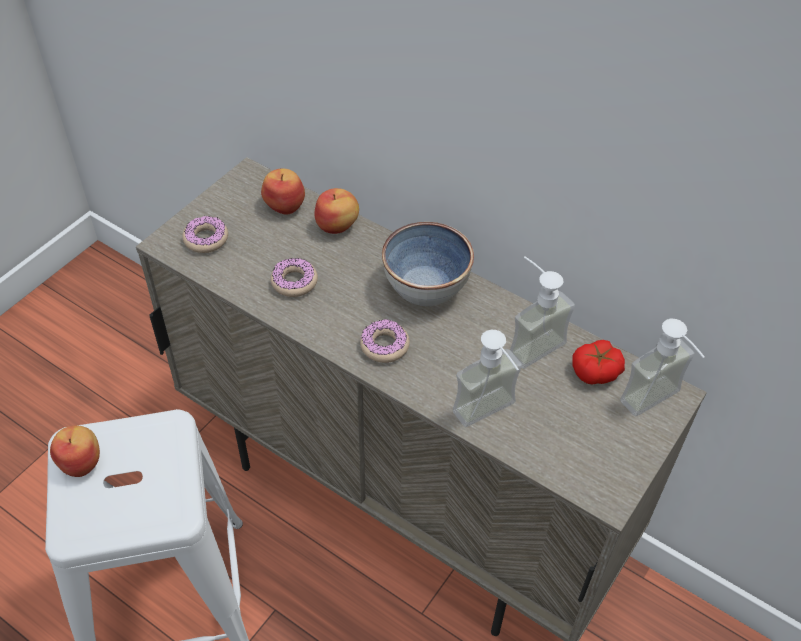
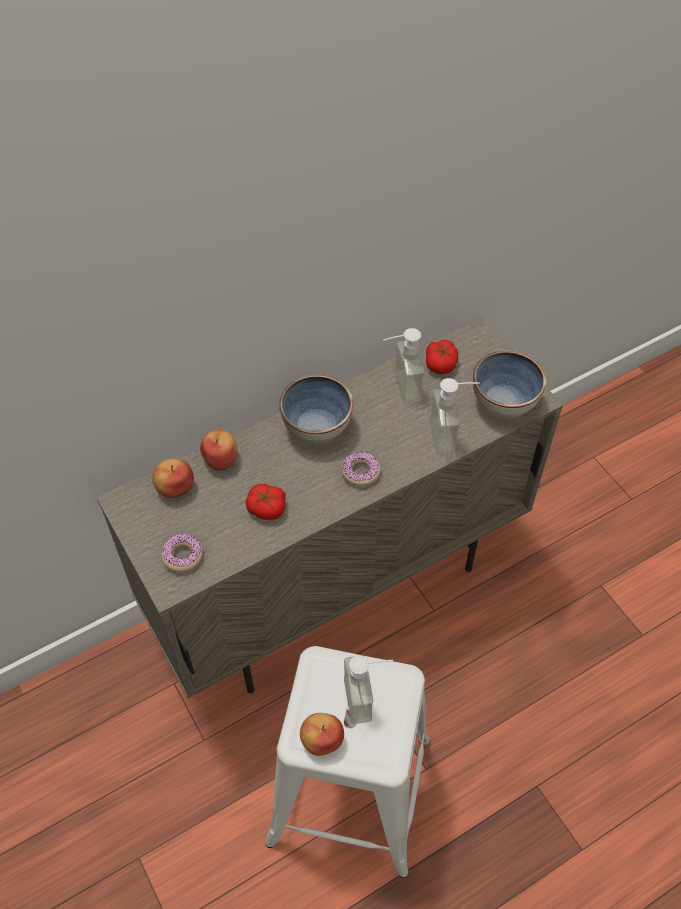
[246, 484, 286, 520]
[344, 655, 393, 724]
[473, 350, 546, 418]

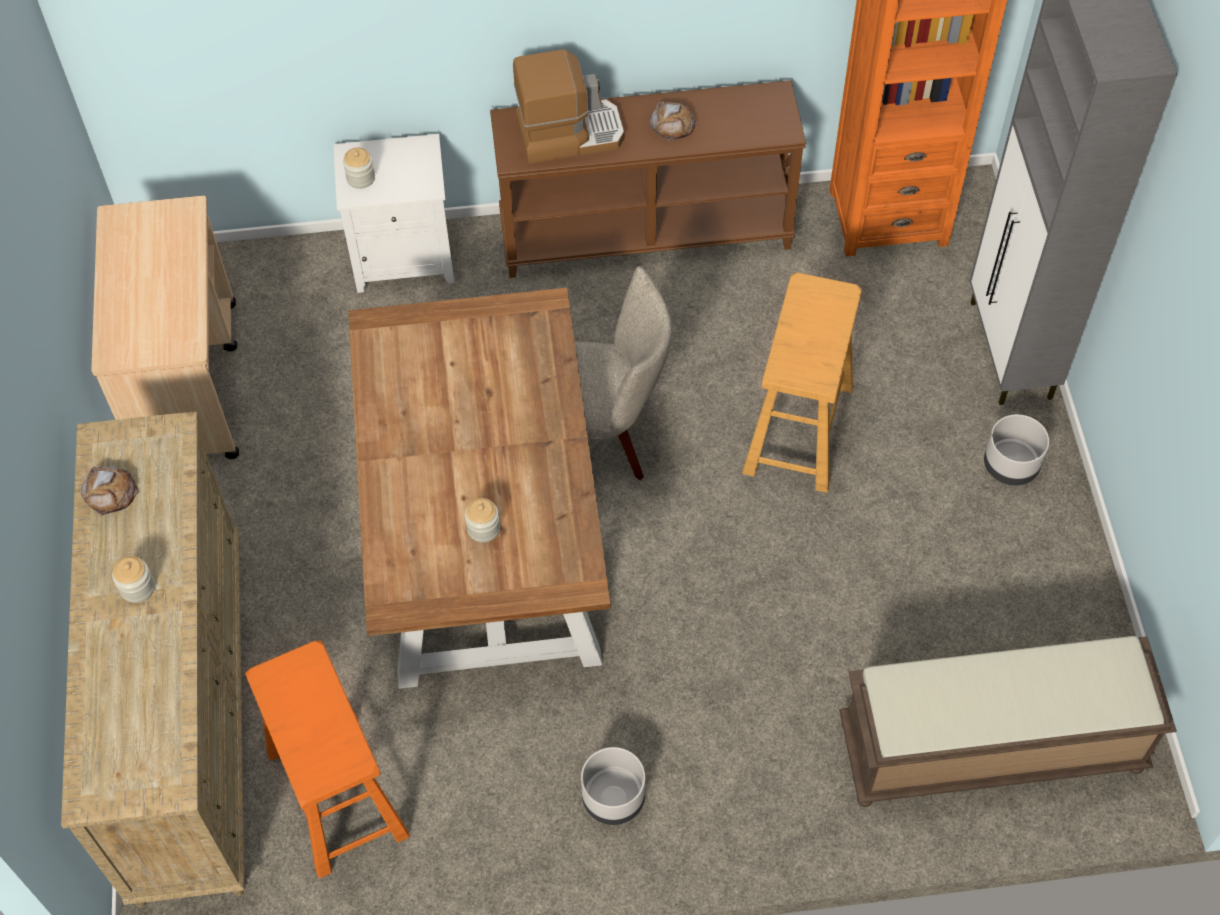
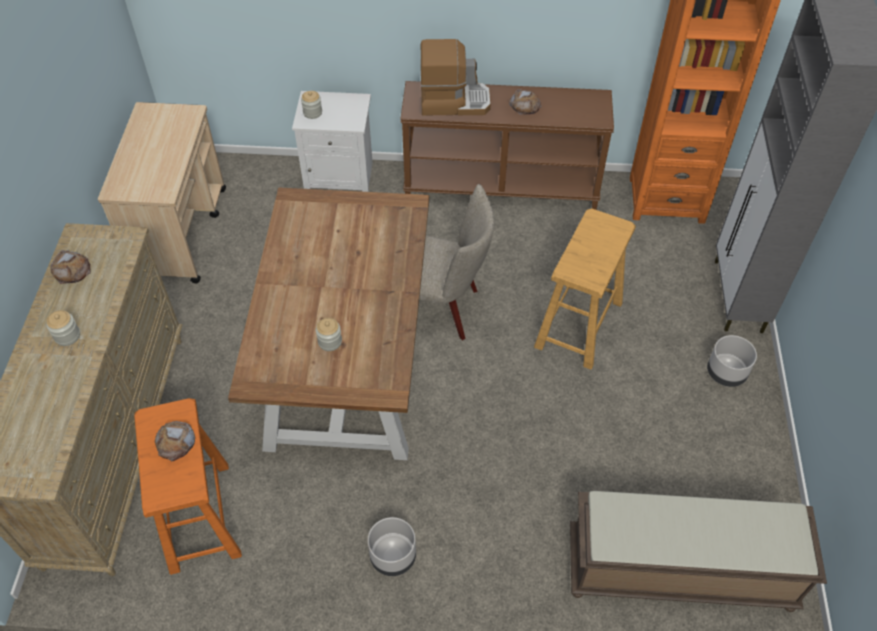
[155, 421, 195, 461]

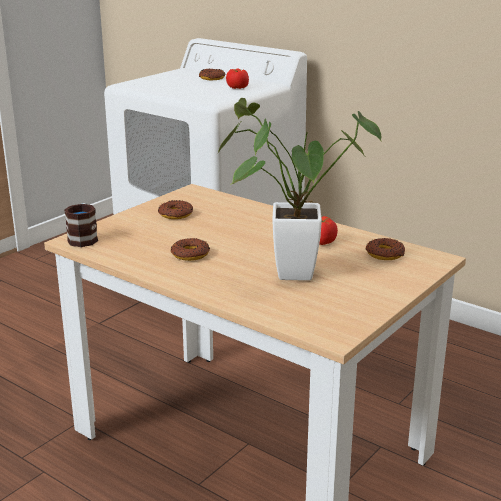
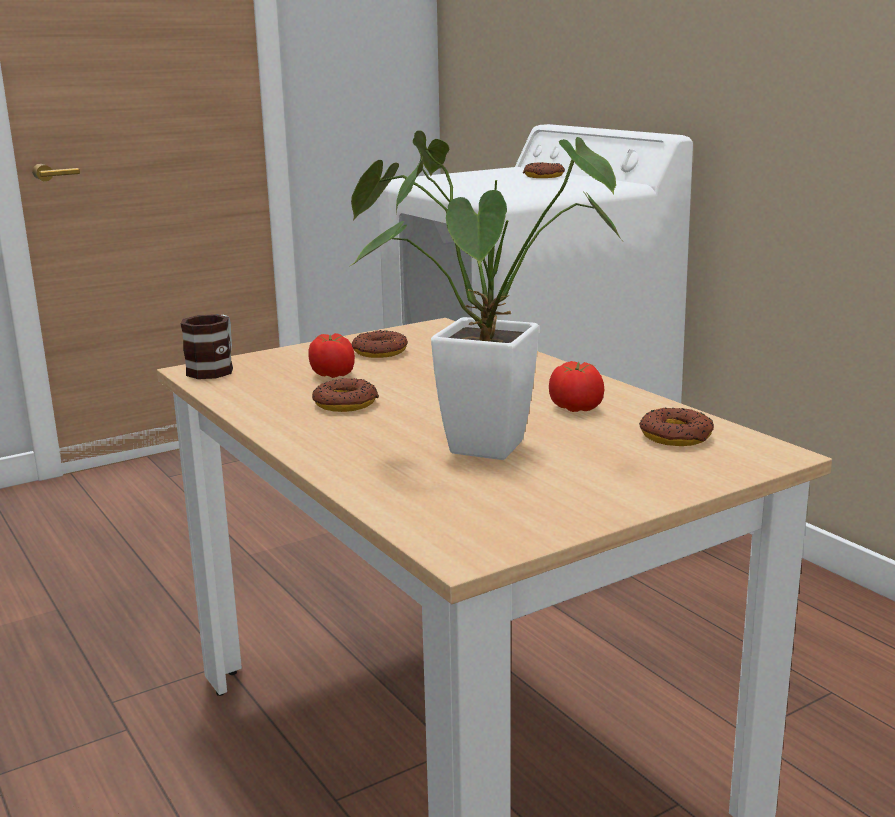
[308, 333, 355, 378]

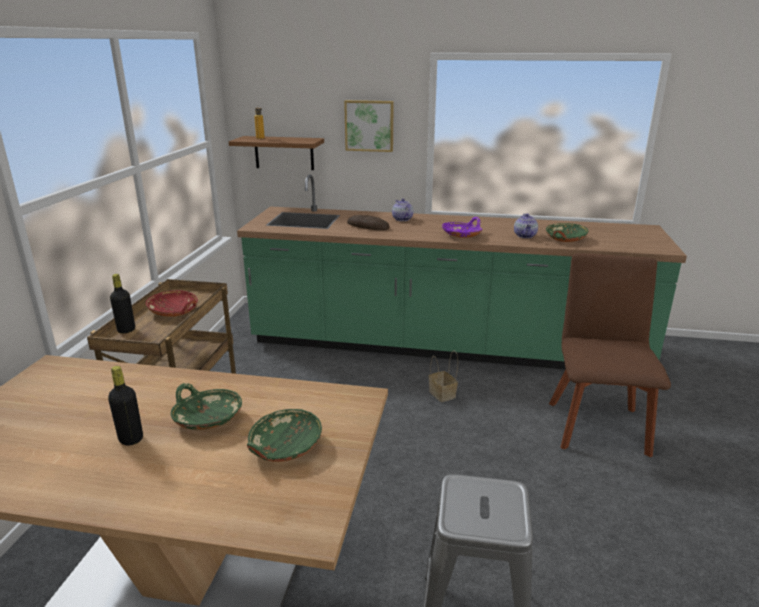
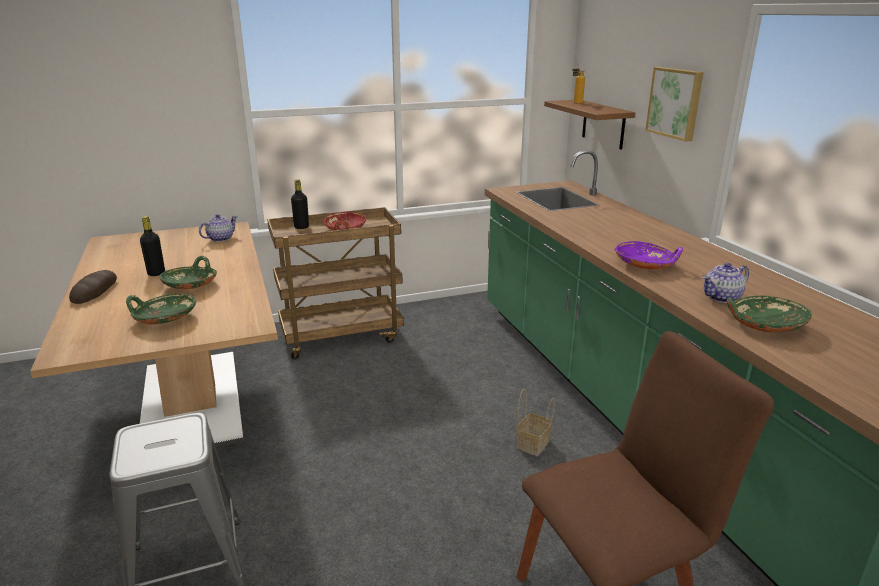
[199, 214, 238, 242]
[69, 270, 117, 304]

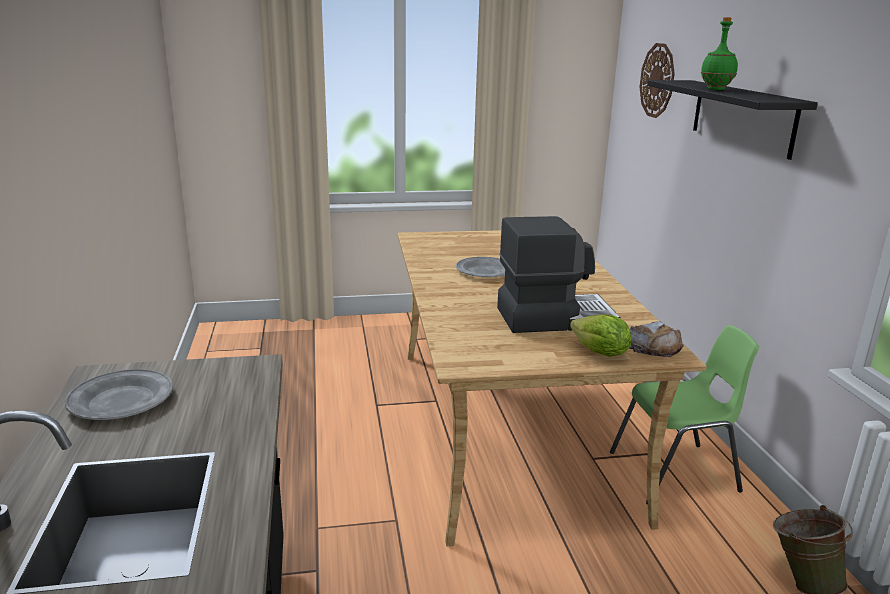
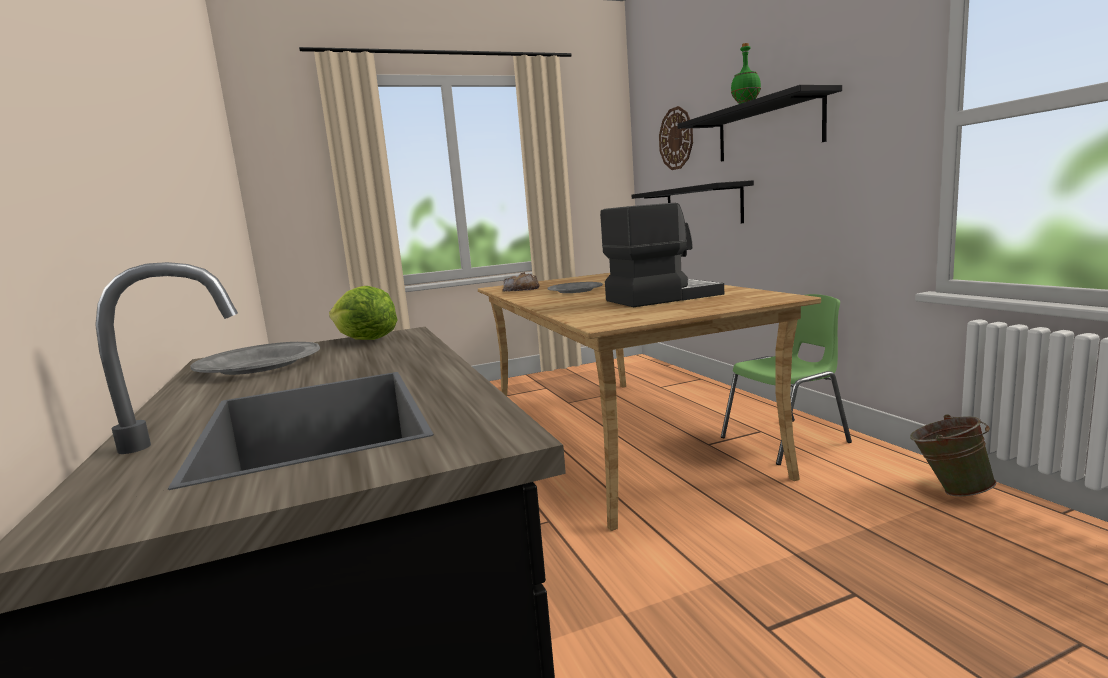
[329, 286, 398, 340]
[502, 272, 540, 291]
[632, 180, 754, 223]

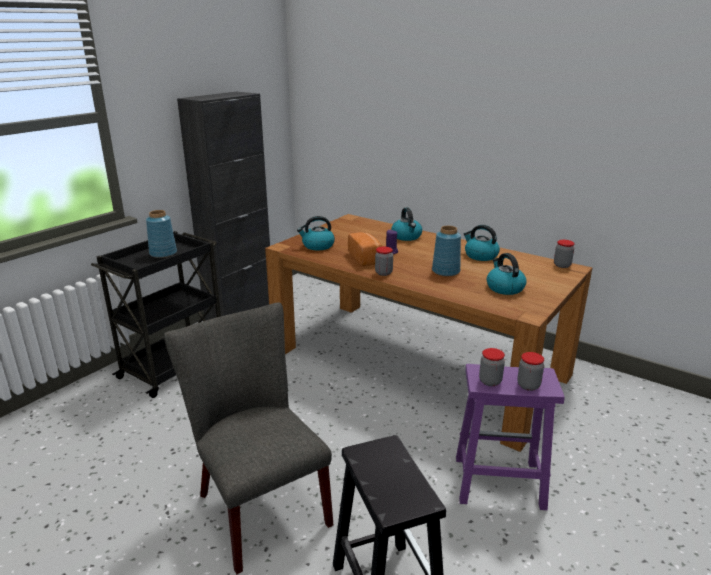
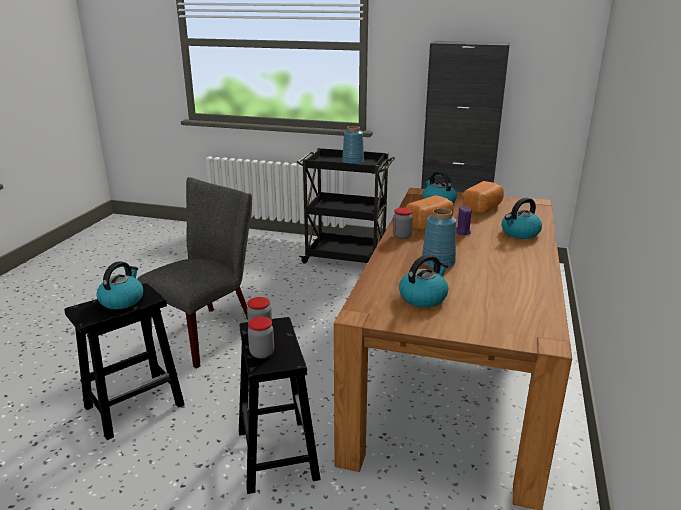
[96, 261, 143, 309]
[554, 240, 575, 268] (first image)
[239, 317, 321, 494]
[463, 181, 504, 213]

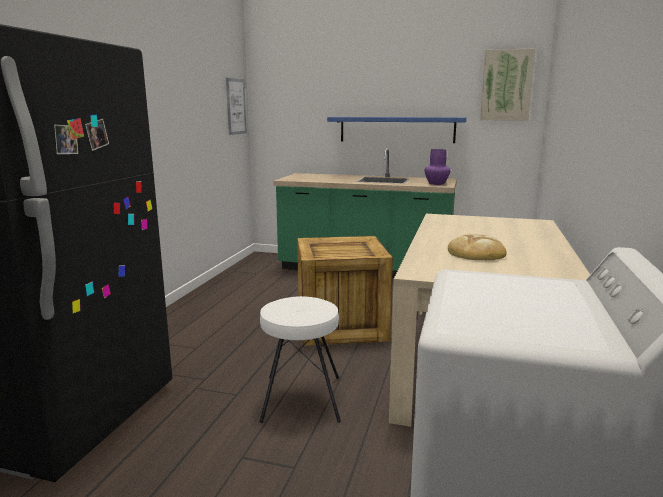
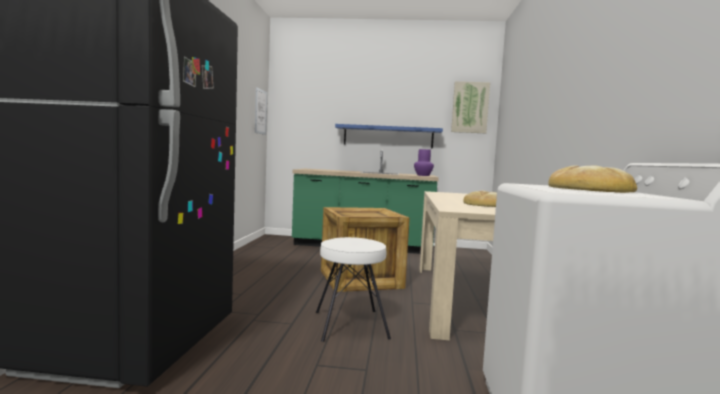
[548, 165, 637, 193]

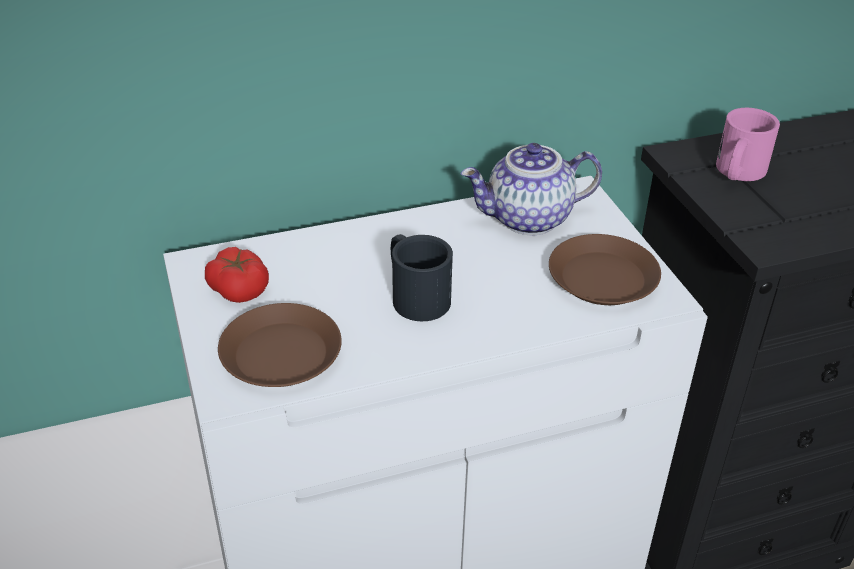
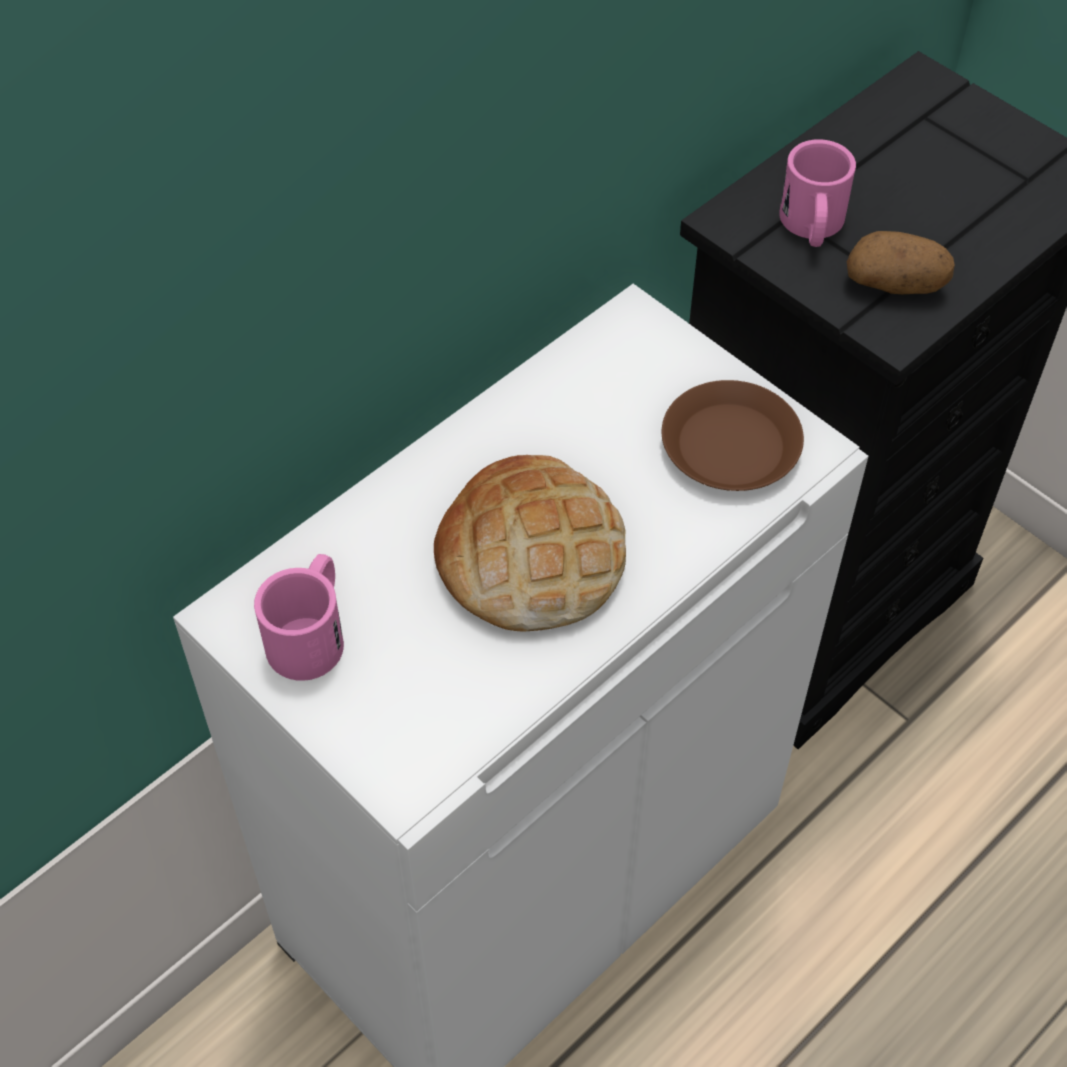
[461, 143, 602, 235] (first image)
[434, 455, 626, 631]
[254, 554, 344, 681]
[218, 303, 342, 387] (first image)
[847, 231, 955, 294]

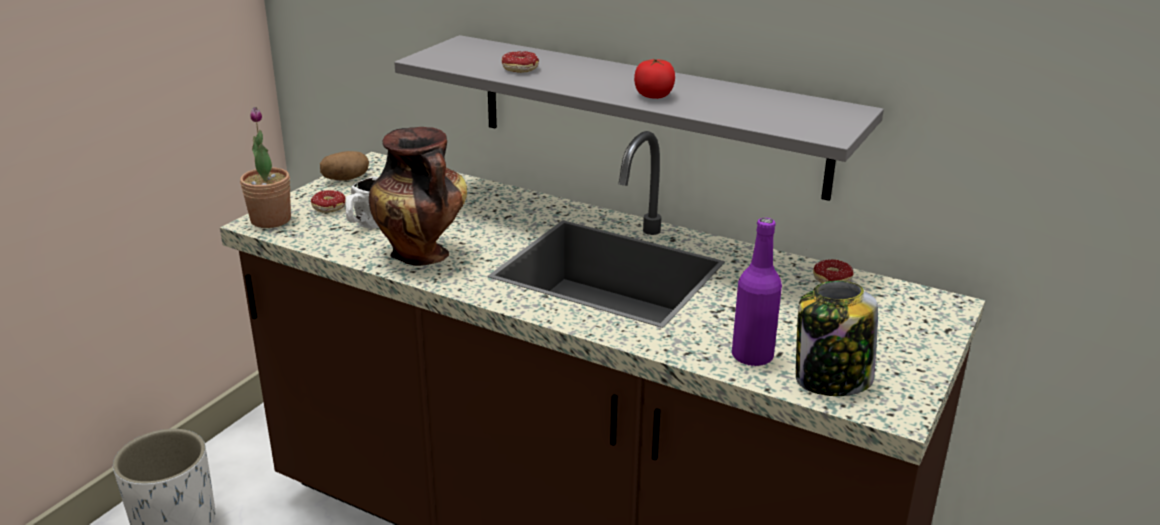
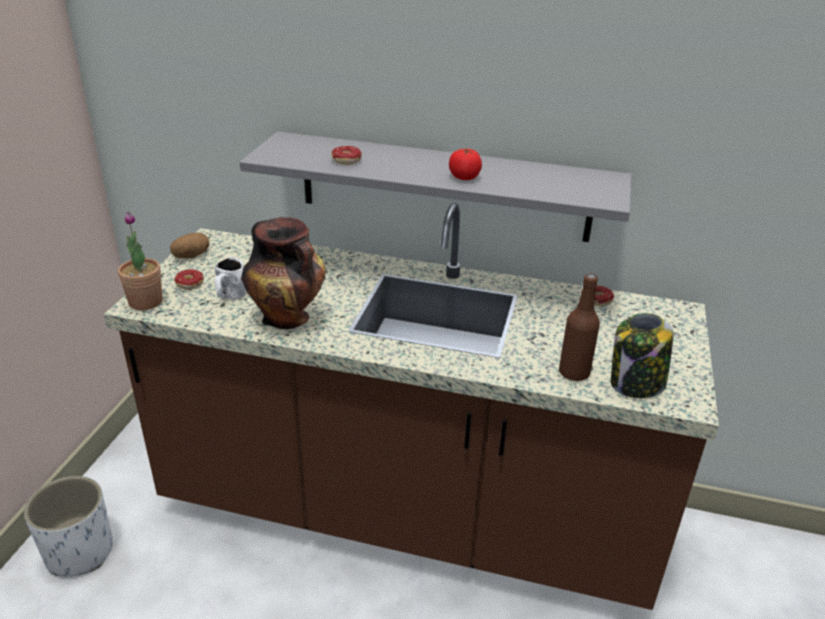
[559, 274, 600, 381]

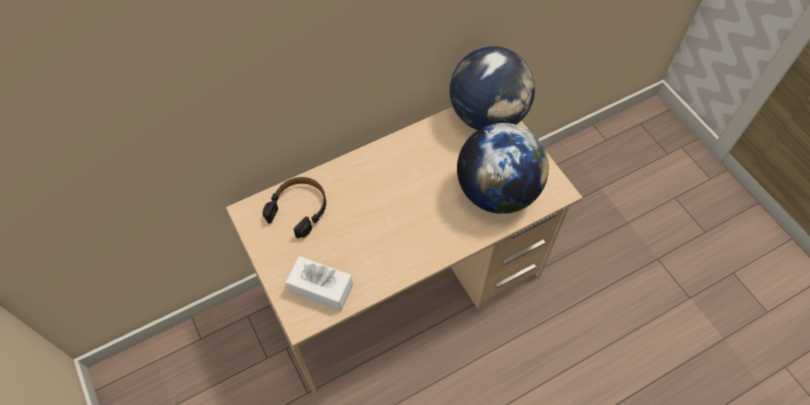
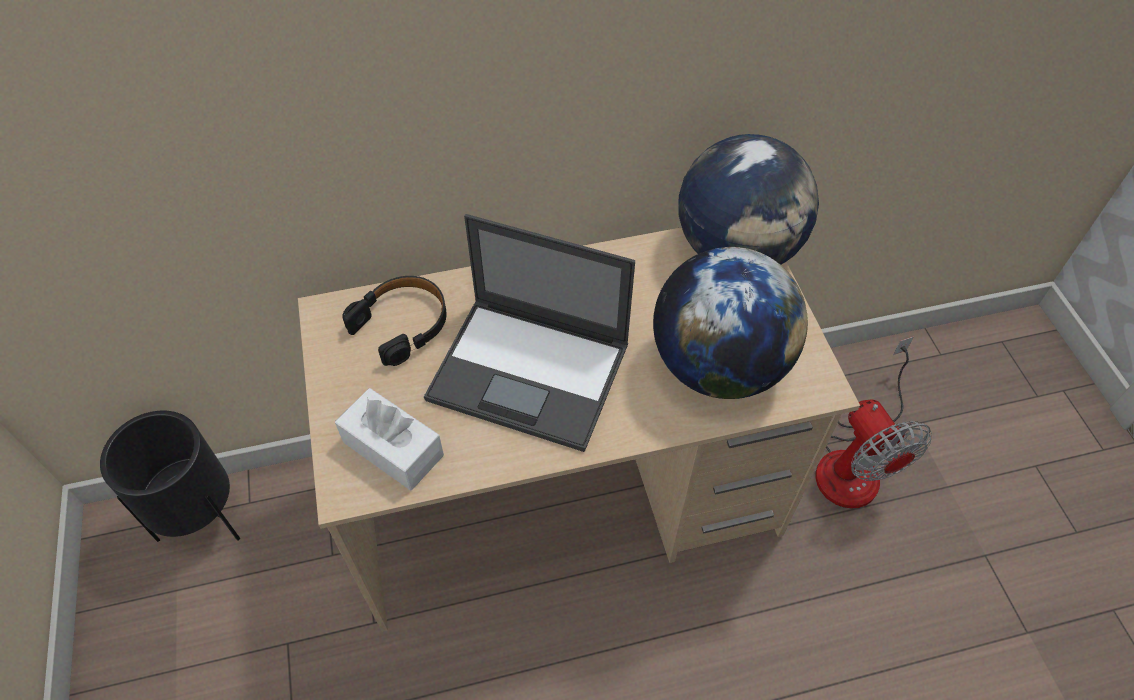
[424, 214, 635, 452]
[815, 336, 932, 509]
[100, 411, 240, 542]

